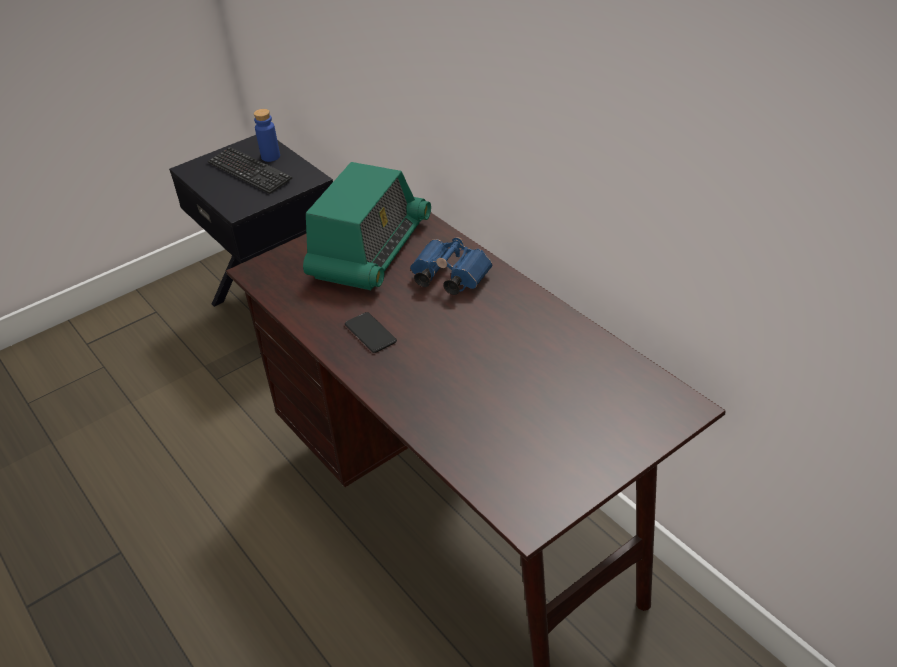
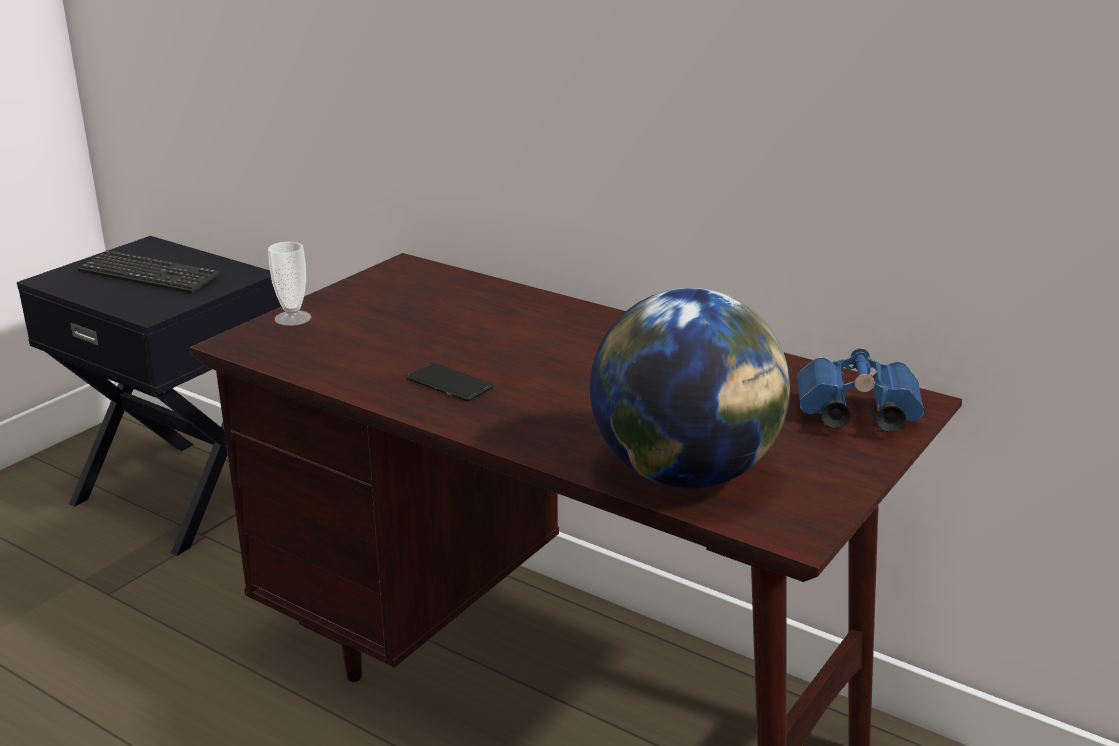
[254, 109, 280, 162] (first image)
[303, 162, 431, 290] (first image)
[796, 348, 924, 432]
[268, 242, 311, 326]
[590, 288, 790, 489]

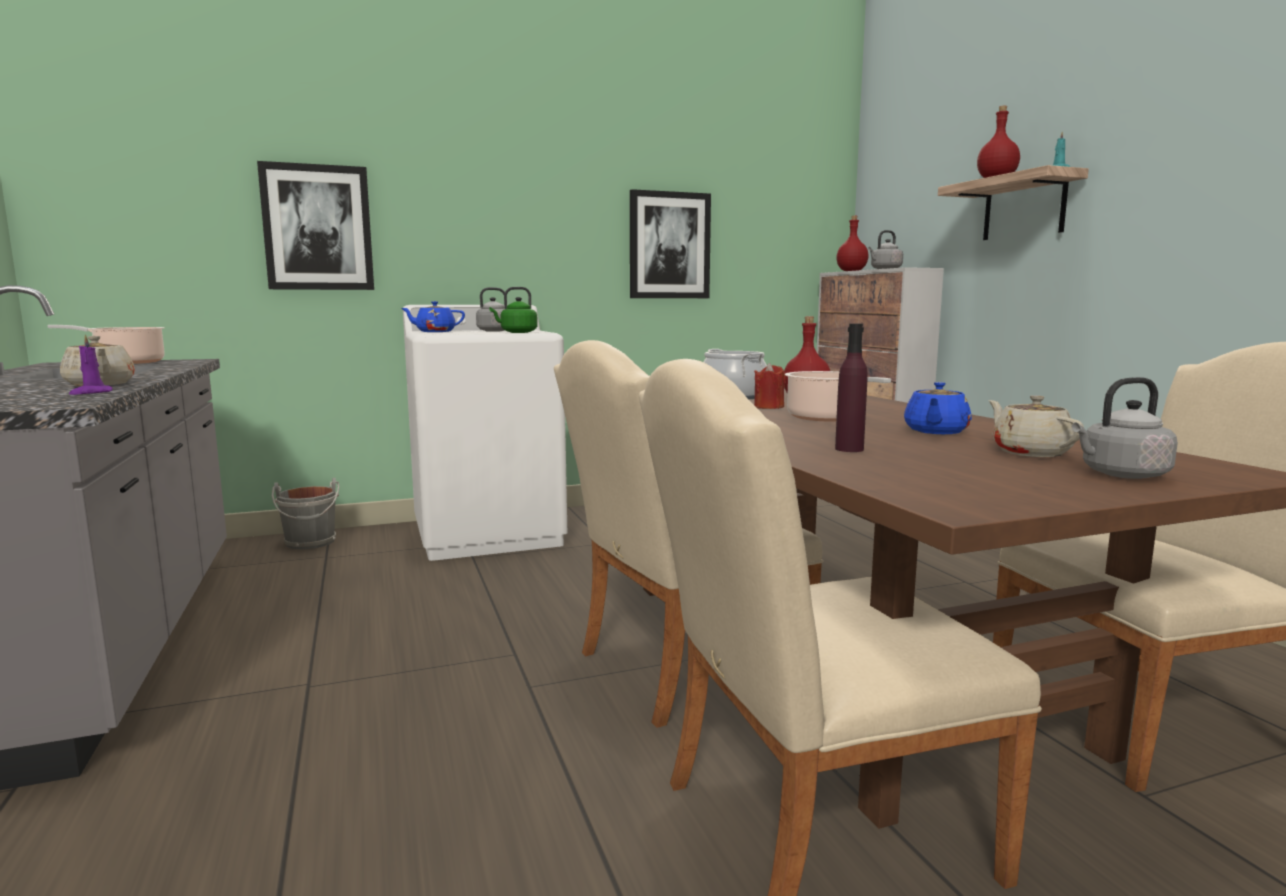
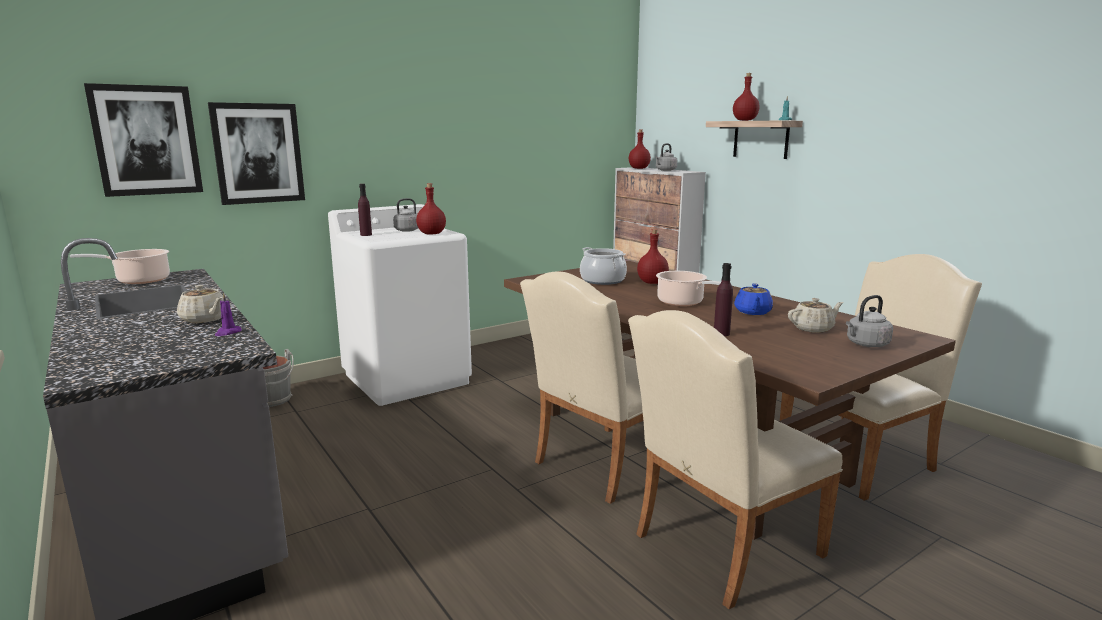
[84, 83, 203, 197]
[416, 183, 446, 235]
[358, 184, 372, 236]
[754, 363, 786, 409] (first image)
[788, 298, 844, 333]

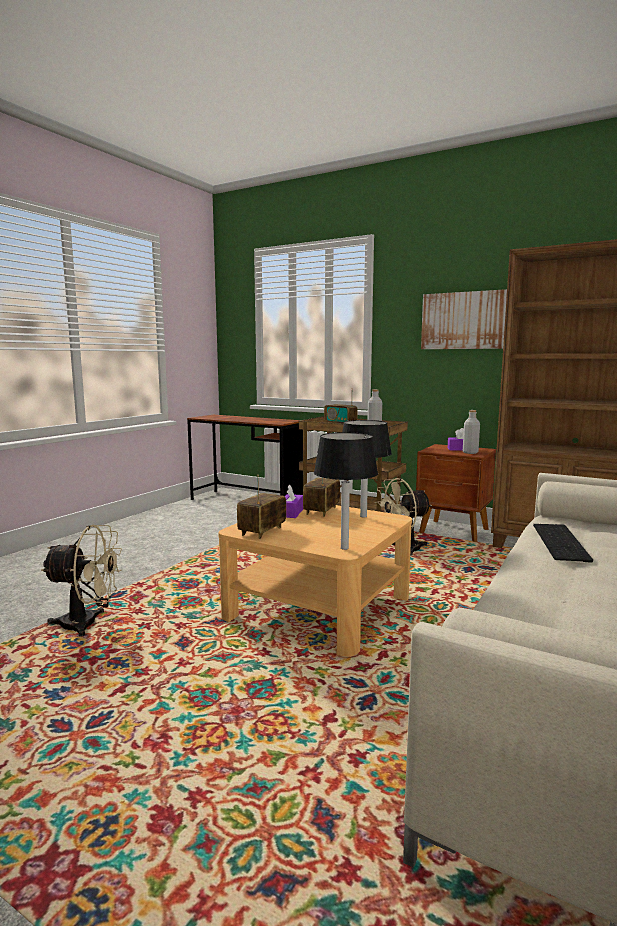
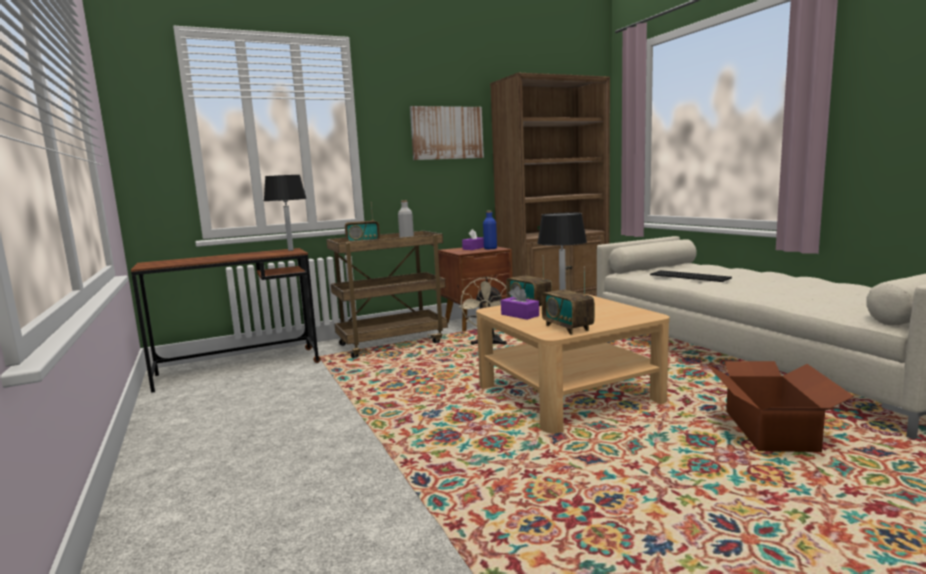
[483, 211, 497, 249]
[264, 175, 307, 251]
[41, 525, 122, 636] (first image)
[707, 361, 854, 452]

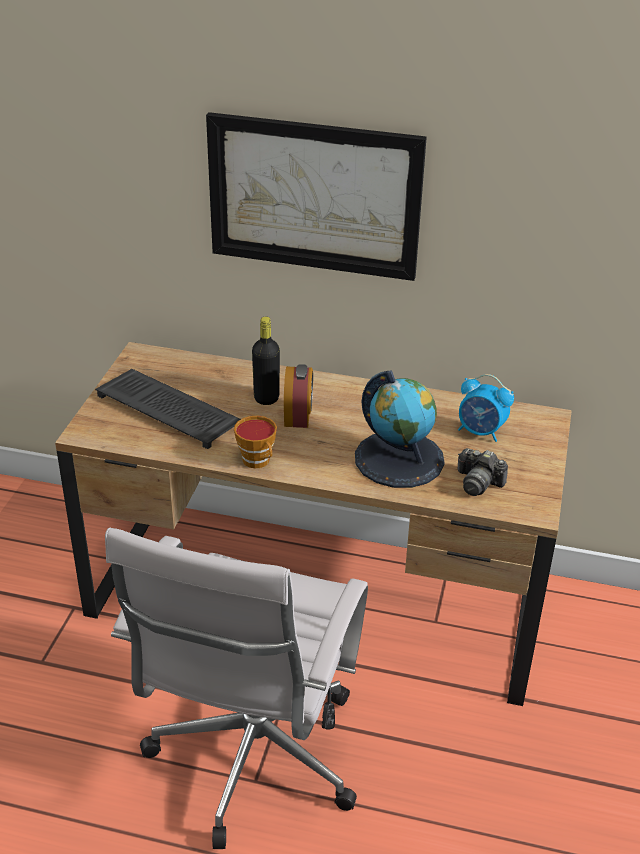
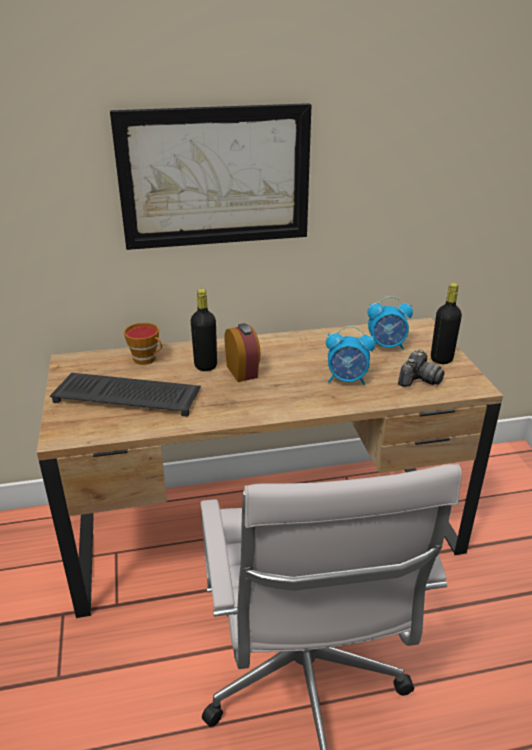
[326, 326, 375, 385]
[124, 323, 162, 365]
[398, 350, 445, 387]
[431, 283, 462, 364]

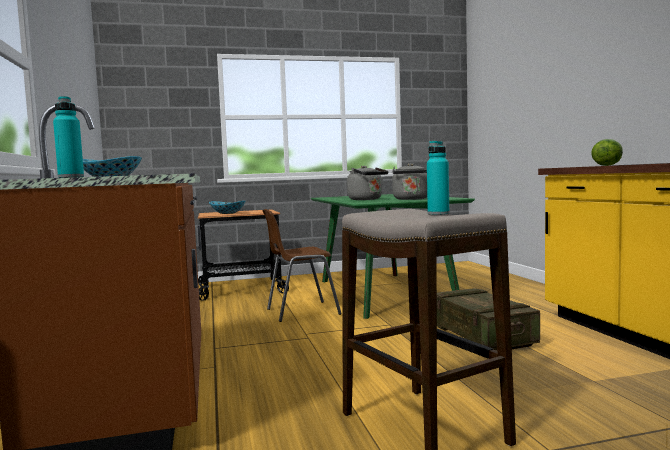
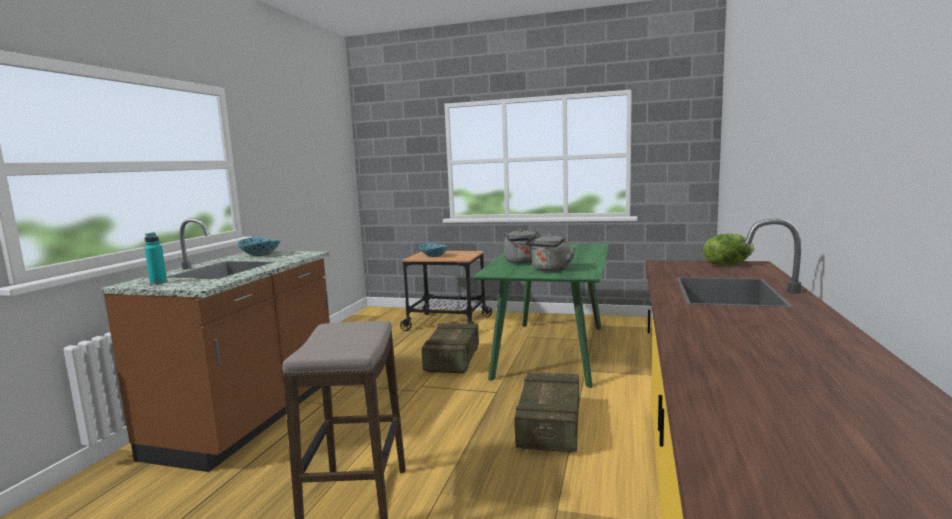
[427, 141, 449, 215] (first image)
[422, 323, 479, 373]

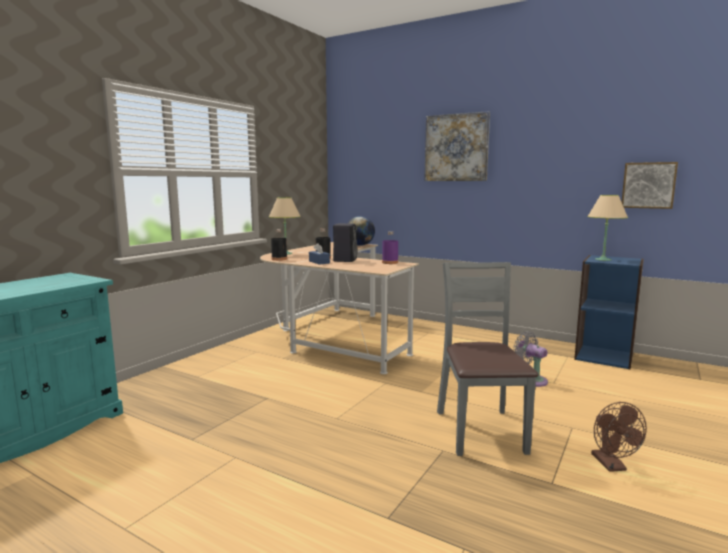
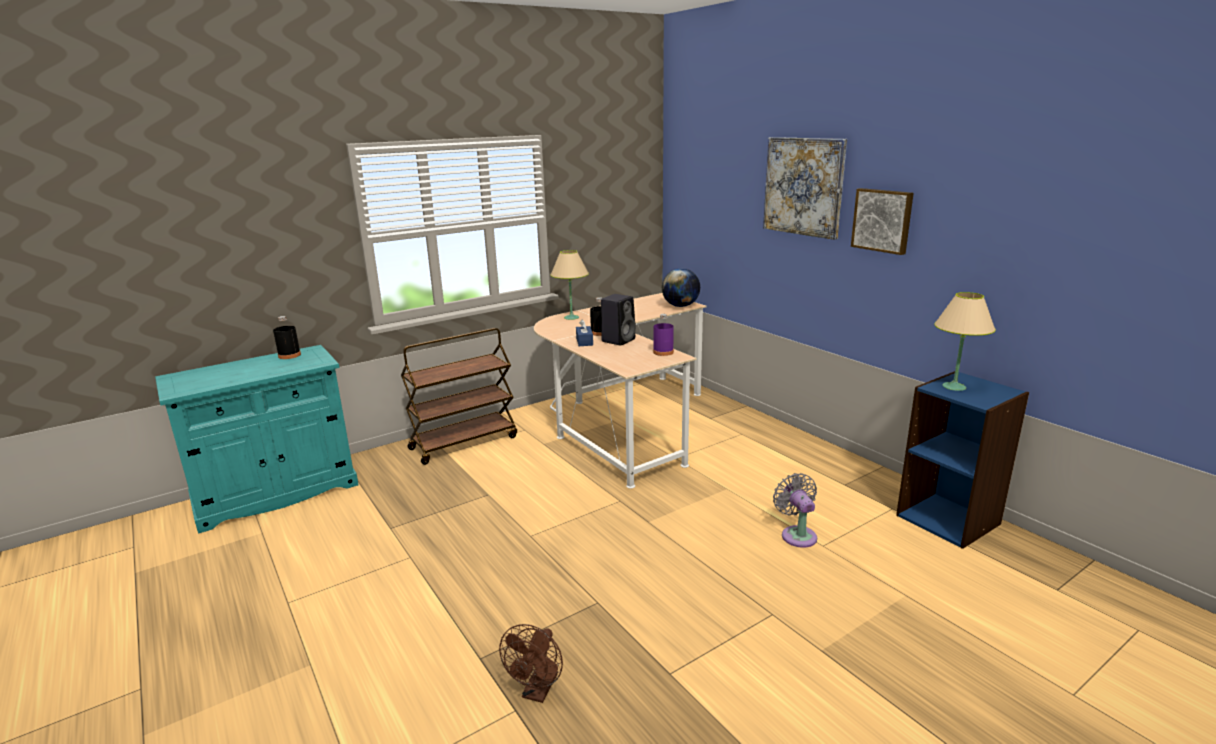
[851, 188, 914, 255]
[273, 316, 301, 359]
[437, 262, 539, 456] (first image)
[499, 624, 563, 703]
[401, 328, 517, 465]

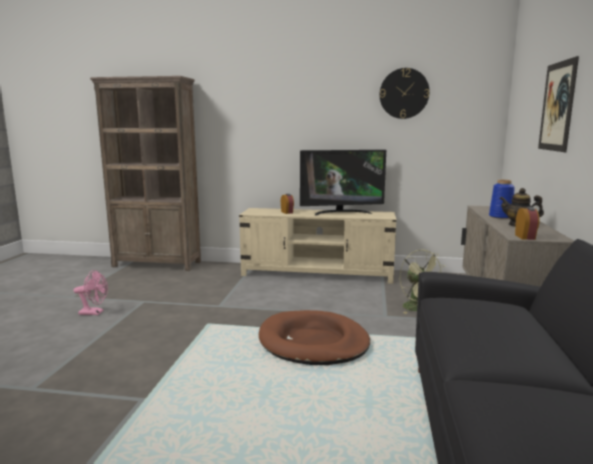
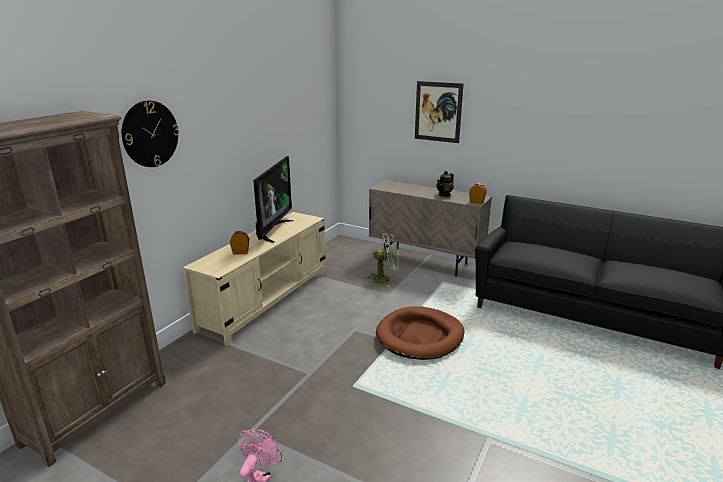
[122, 101, 179, 167]
[489, 180, 515, 219] (first image)

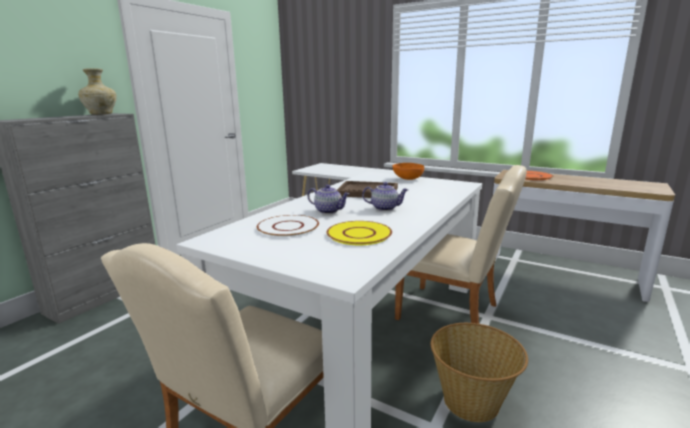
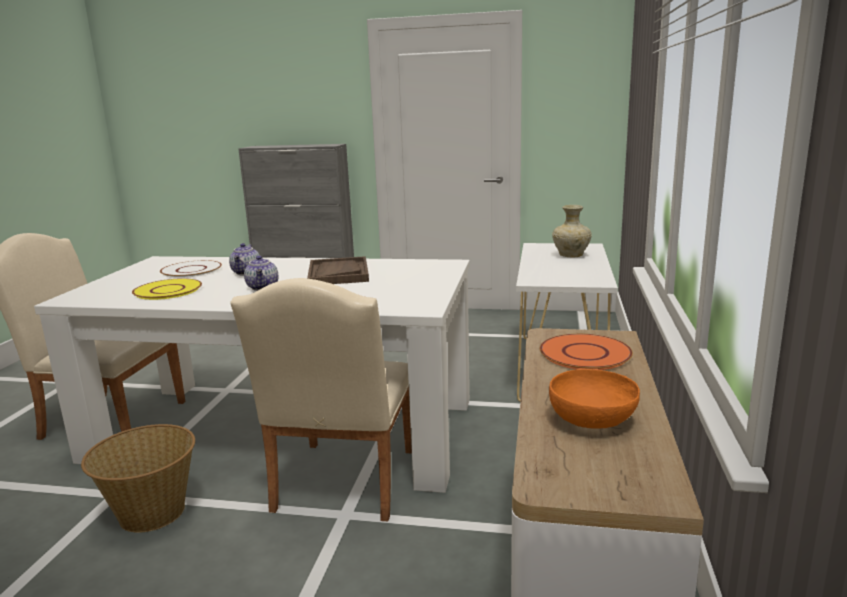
[552, 205, 592, 258]
[549, 369, 640, 429]

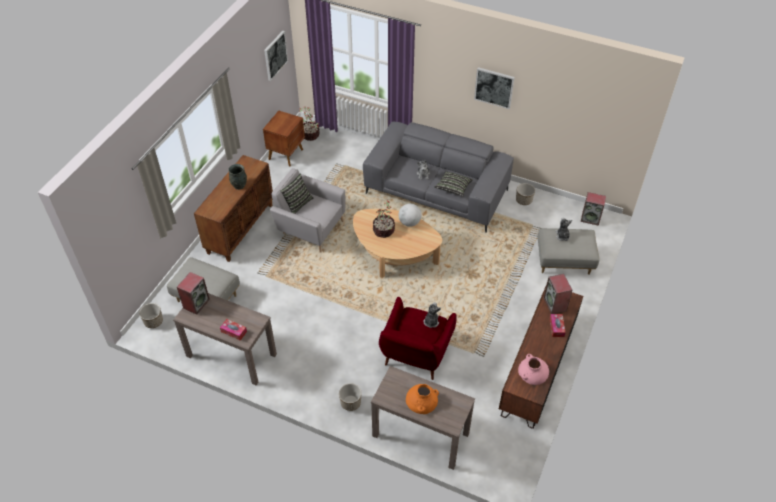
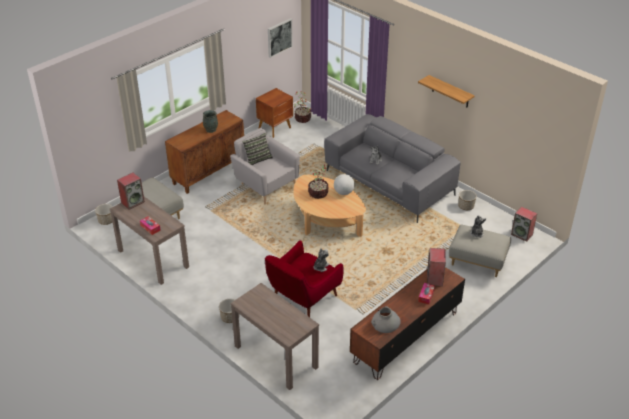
[418, 75, 475, 108]
[434, 171, 473, 196] (first image)
[371, 306, 401, 333]
[406, 384, 439, 414] (first image)

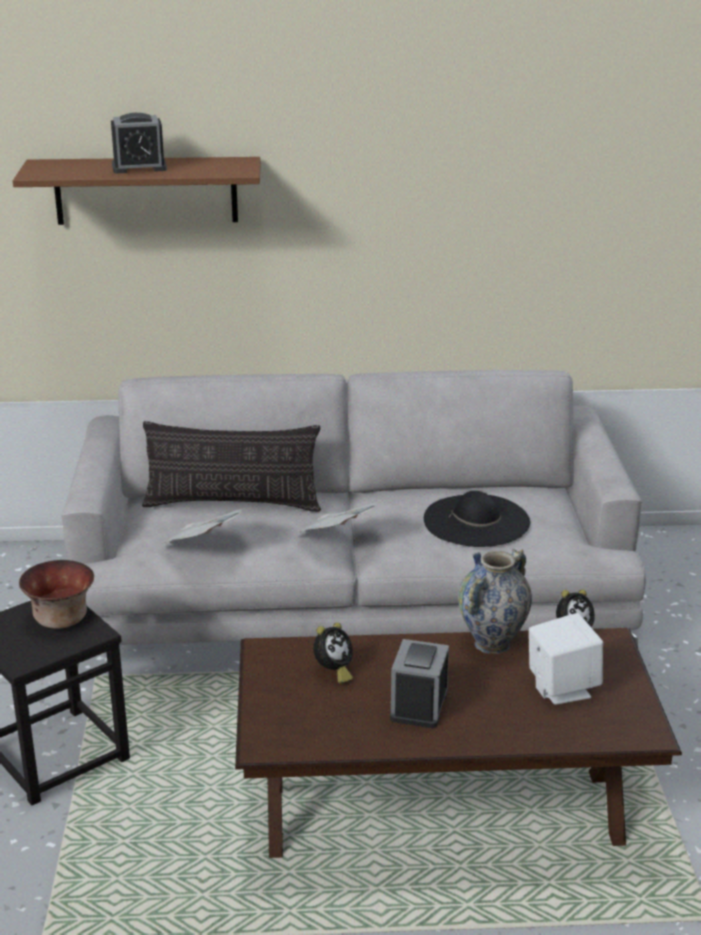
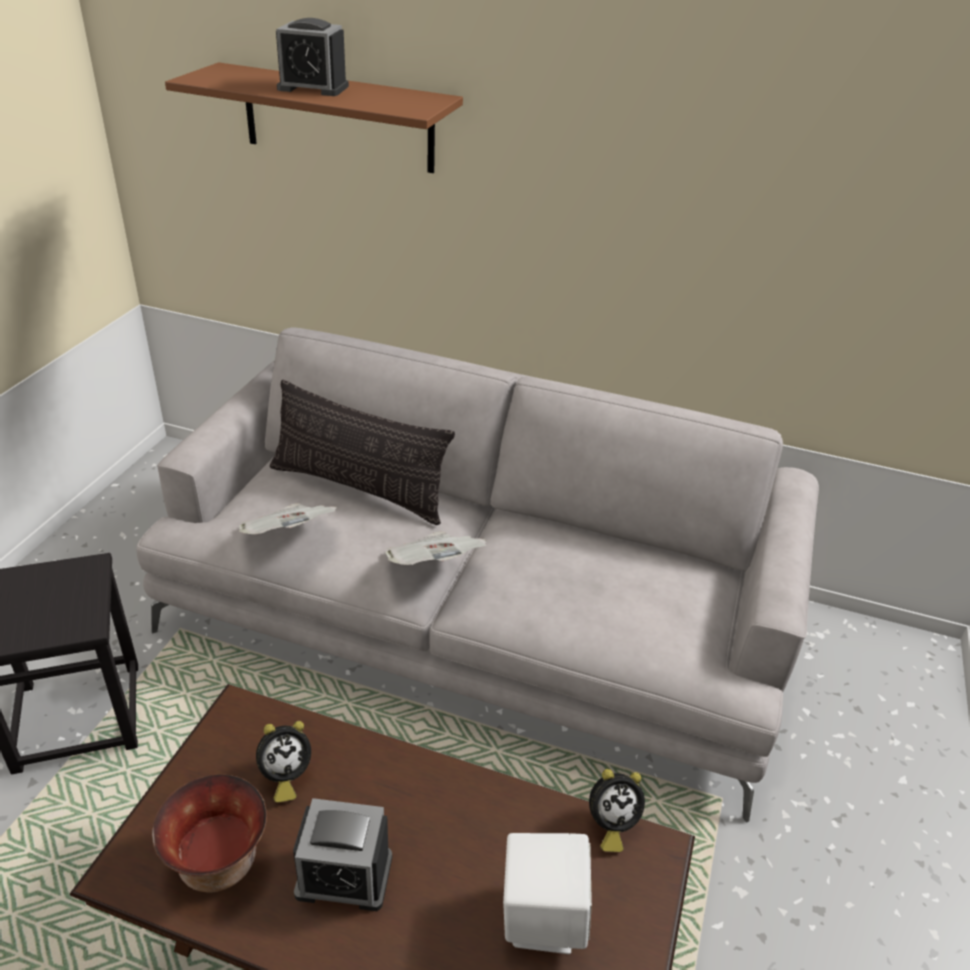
[424, 491, 530, 547] (first image)
[458, 549, 532, 654] (first image)
[152, 774, 267, 892]
[293, 798, 392, 911]

